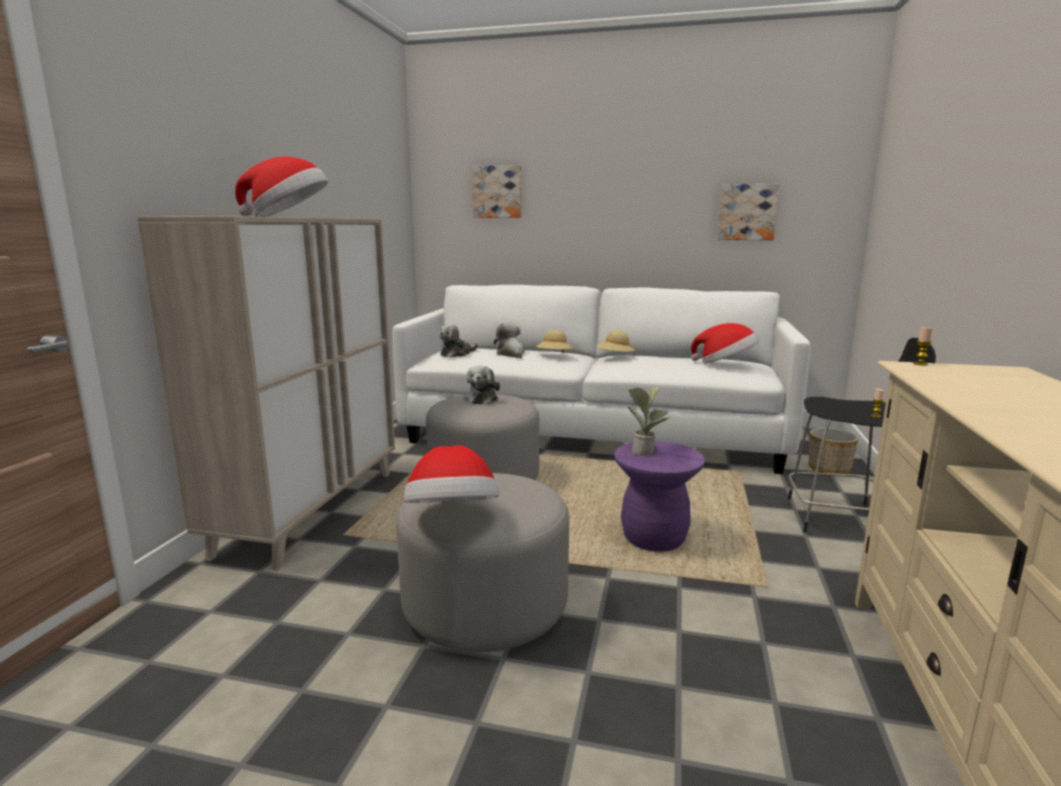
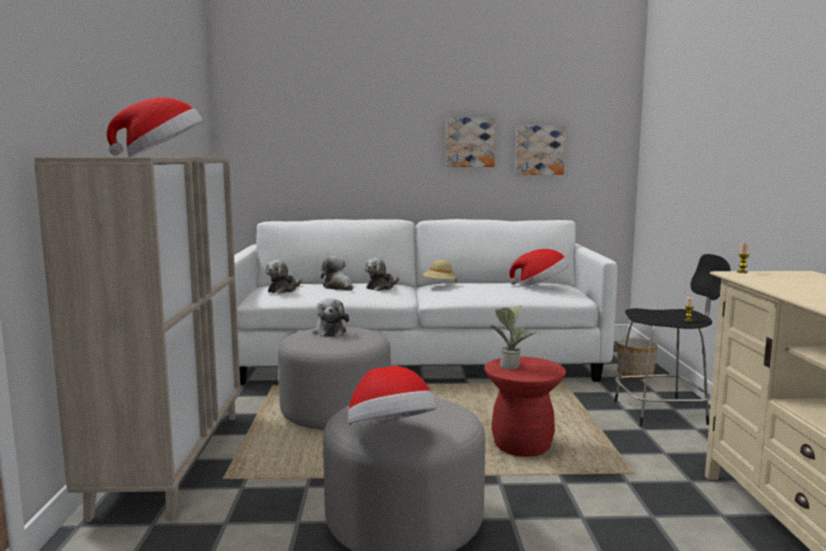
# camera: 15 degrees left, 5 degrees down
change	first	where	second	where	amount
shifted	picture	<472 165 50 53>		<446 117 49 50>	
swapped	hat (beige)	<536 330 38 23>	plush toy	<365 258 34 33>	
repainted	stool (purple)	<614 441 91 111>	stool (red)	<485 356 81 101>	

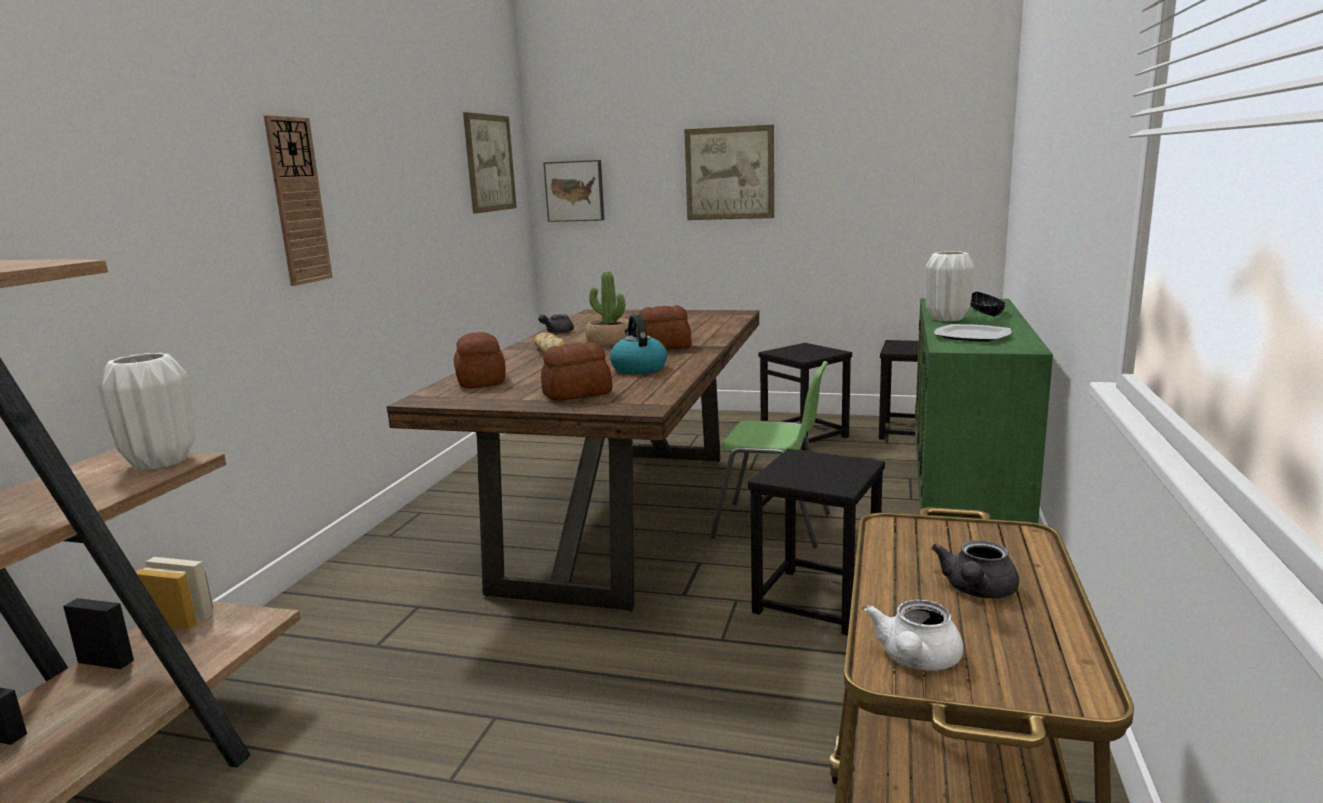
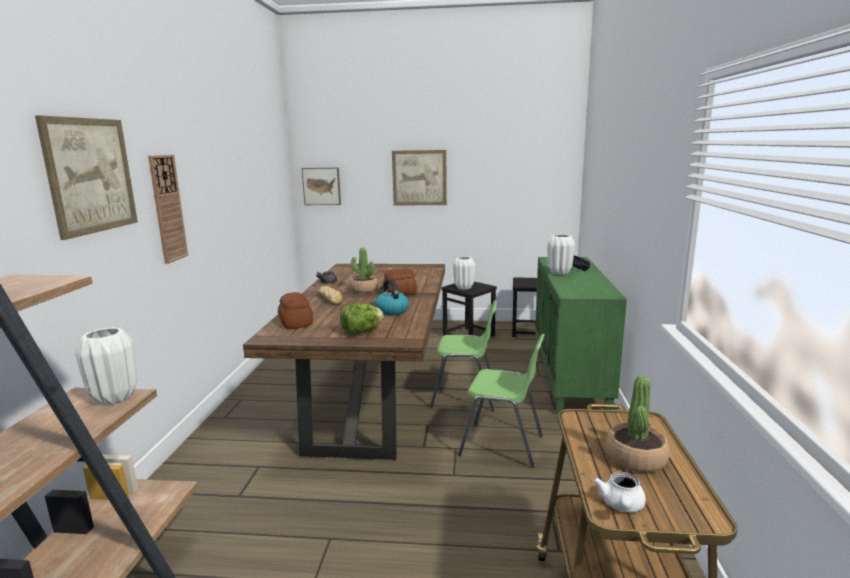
# camera: 10 degrees left, 0 degrees up
change	first	where	second	where	amount
gone	plate	<934 324 78 18>			
new			vase (white)	<453 257 22 33>	
shifted	picture	<463 112 54 102>		<35 115 103 125>	
swapped	bread	<541 342 72 59>	lettuce	<340 304 44 31>	
swapped	stool (black)	<748 449 137 186>	chair (green)	<458 334 87 134>	
swapped	teapot (grey)	<932 540 87 58>	potted plant	<606 376 64 97>	

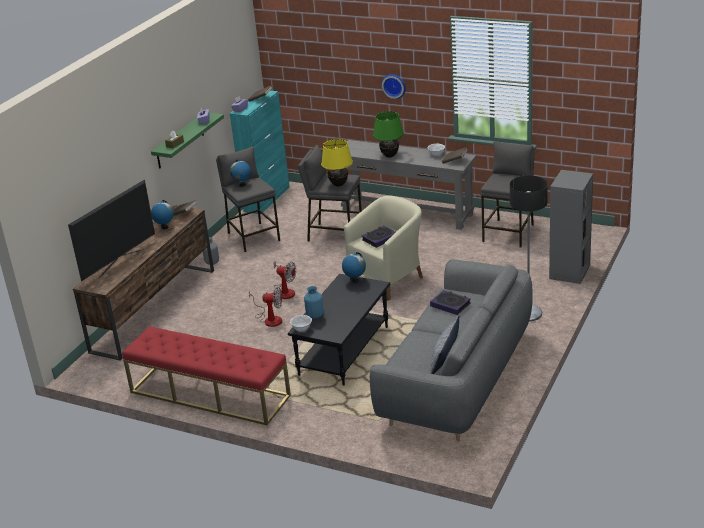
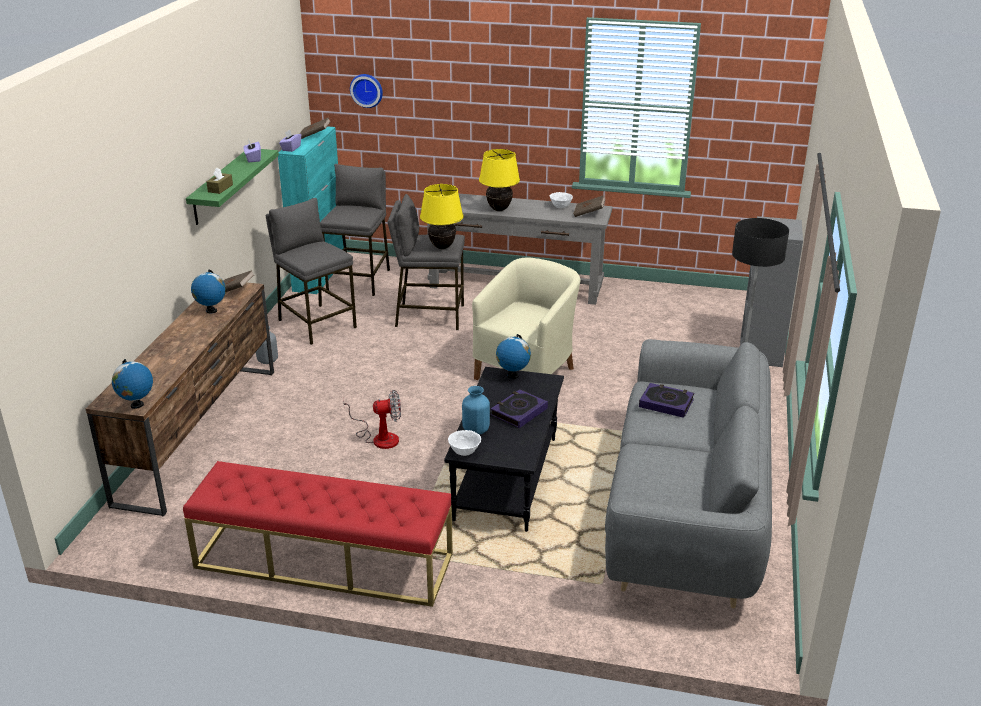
# camera: 15 degrees left, 0 degrees up
change	first	where	second	where	amount
gone	television	<68 179 87 103>			
gone	fan	<273 262 23 37>			
gone	pillow	<430 315 29 59>			
shifted	globe	<230 159 21 28>		<112 359 41 50>	
shifted	book	<362 226 34 22>		<491 389 57 39>	
shifted	wall clock	<382 74 24 25>		<350 74 33 34>	
shifted	stool (grey)	<480 141 54 106>		<320 164 70 132>	
repainted	table lamp (green)	<373 111 31 47>	table lamp (yellow)	<479 149 41 62>	

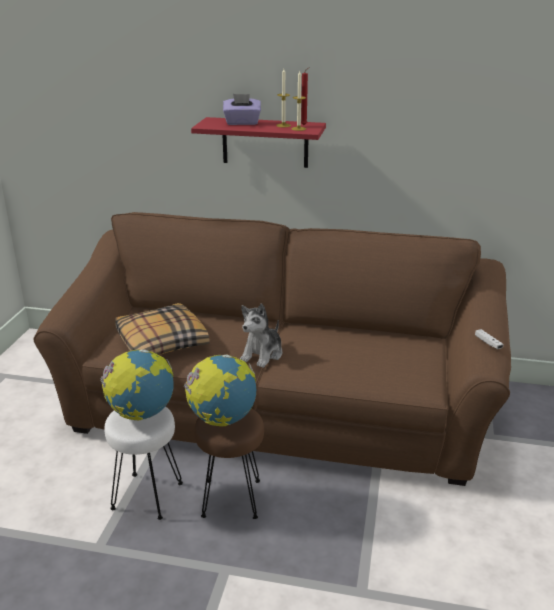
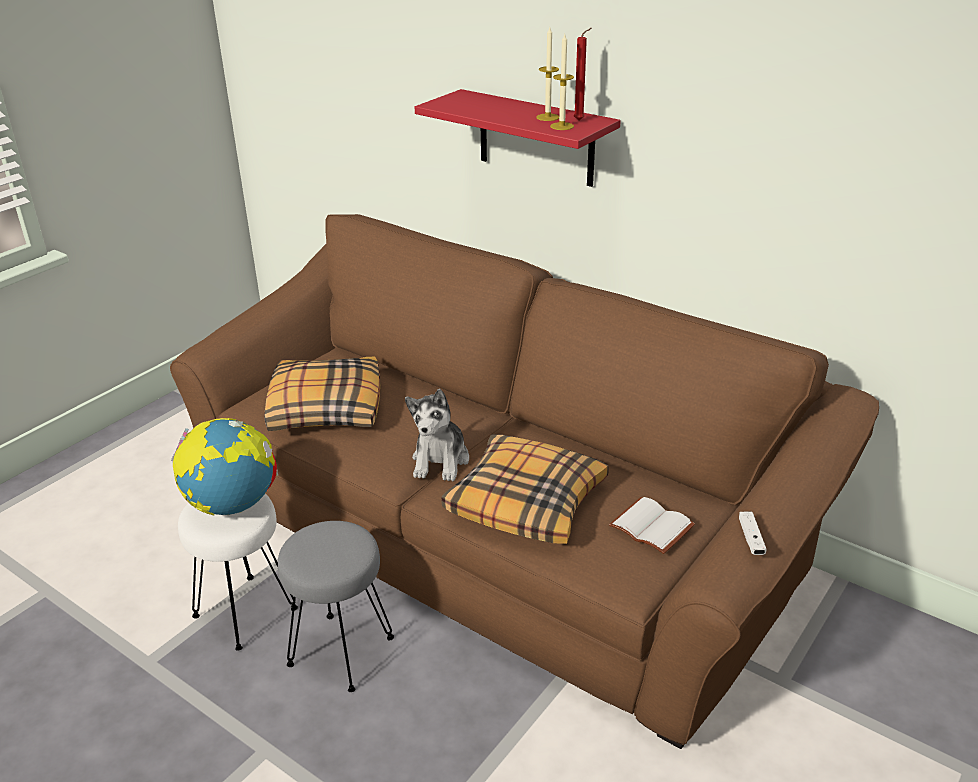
# camera: 25 degrees right, 5 degrees up
change	first	where	second	where	amount
gone	globe	<184 354 72 73>			
gone	tissue box (purple)	<223 94 38 31>			
new			pillow	<441 435 168 109>	
new			book (white)	<609 497 86 57>	
repainted	stool (brown)	<194 408 70 111>	stool (grey)	<278 521 116 171>	
rotated	plush toy	<240 303 42 65>		<405 389 64 92>	45 degrees counterclockwise

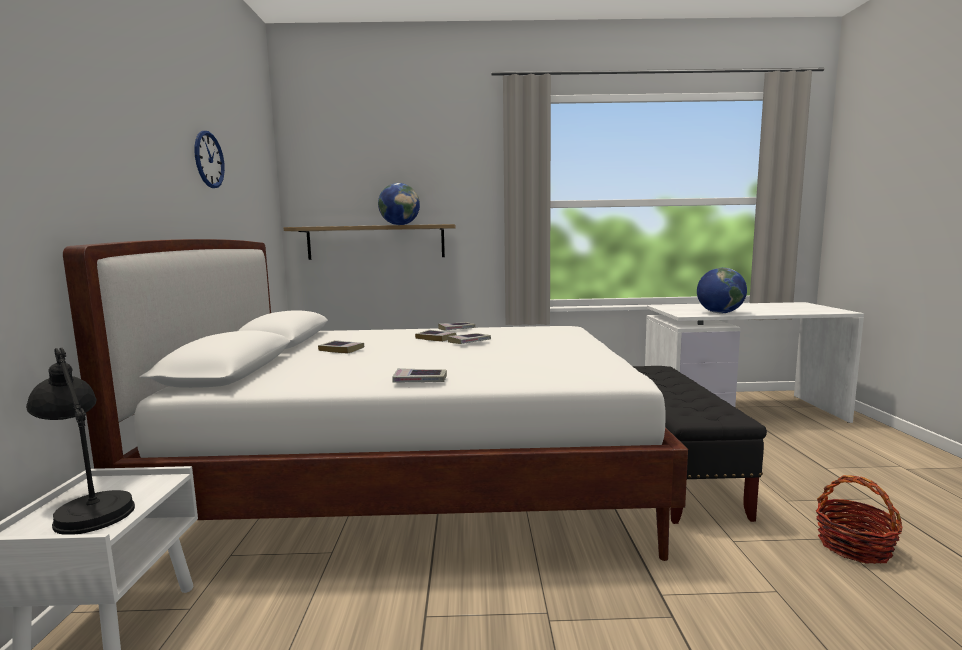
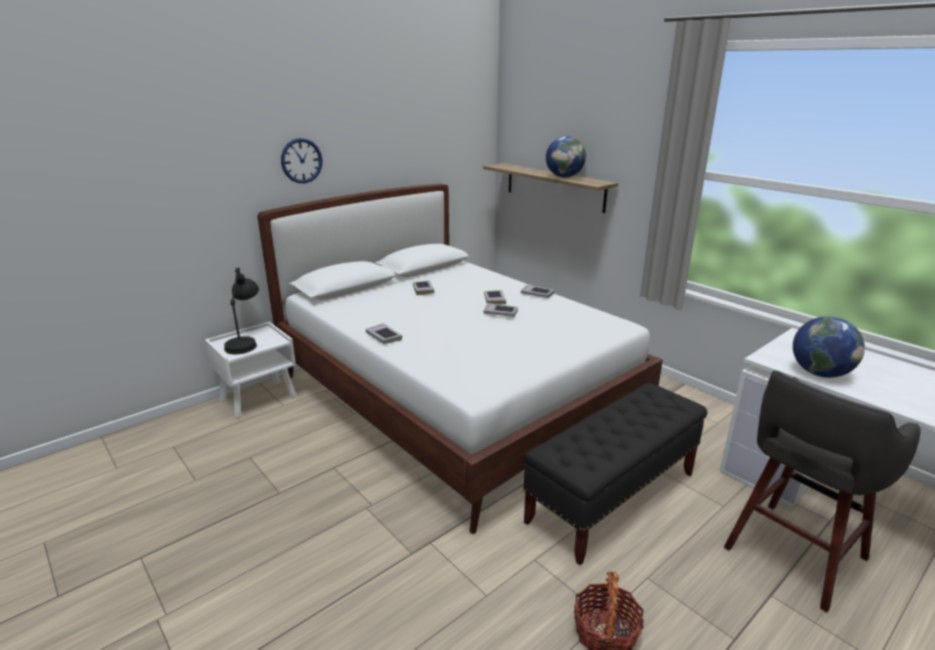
# camera: 50 degrees right, 15 degrees up
change	first	where	second	where	amount
new			stool (grey)	<724 371 197 242>	
shifted	wall clock	<194 131 31 57>		<281 138 41 45>	

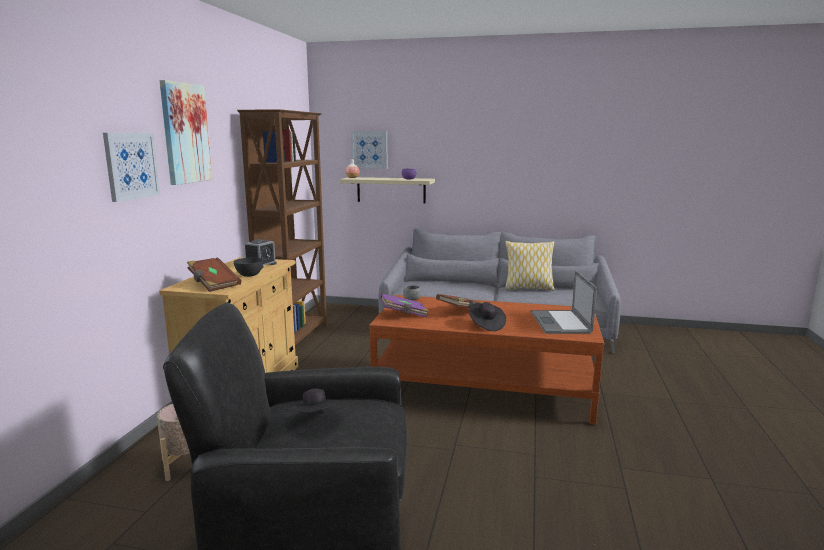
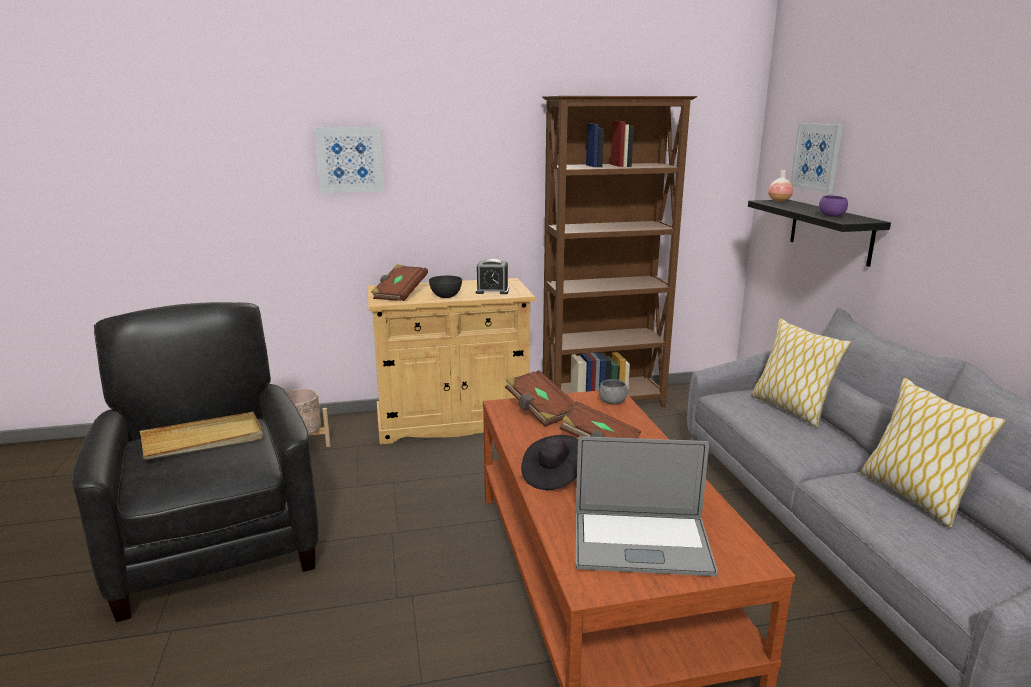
# camera: 65 degrees right, 5 degrees up
change	first	where	second	where	amount
gone	picture	<159 80 53 105>			
new			pillow	<751 318 100 109>	
swapped	hat (black)	<284 389 59 24>	tray (beige)	<140 412 123 48>	
repainted	shelf (beige)	<340 177 95 27>	shelf (black)	<748 199 143 68>	
repainted	book (purple)	<380 293 49 24>	book (brown)	<505 370 70 57>	
rotated	laptop	<531 270 66 64>		<576 436 142 140>	150 degrees counterclockwise

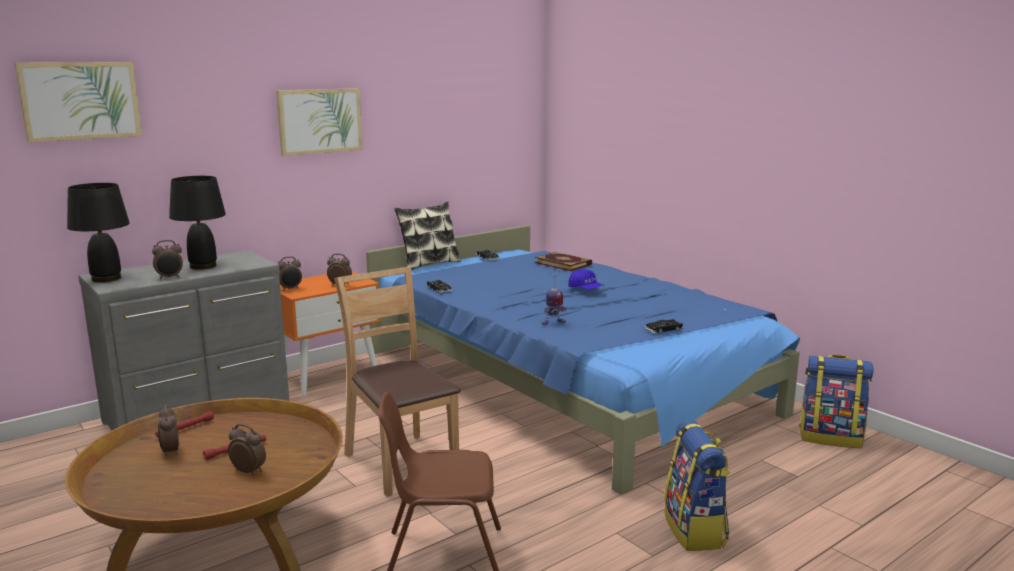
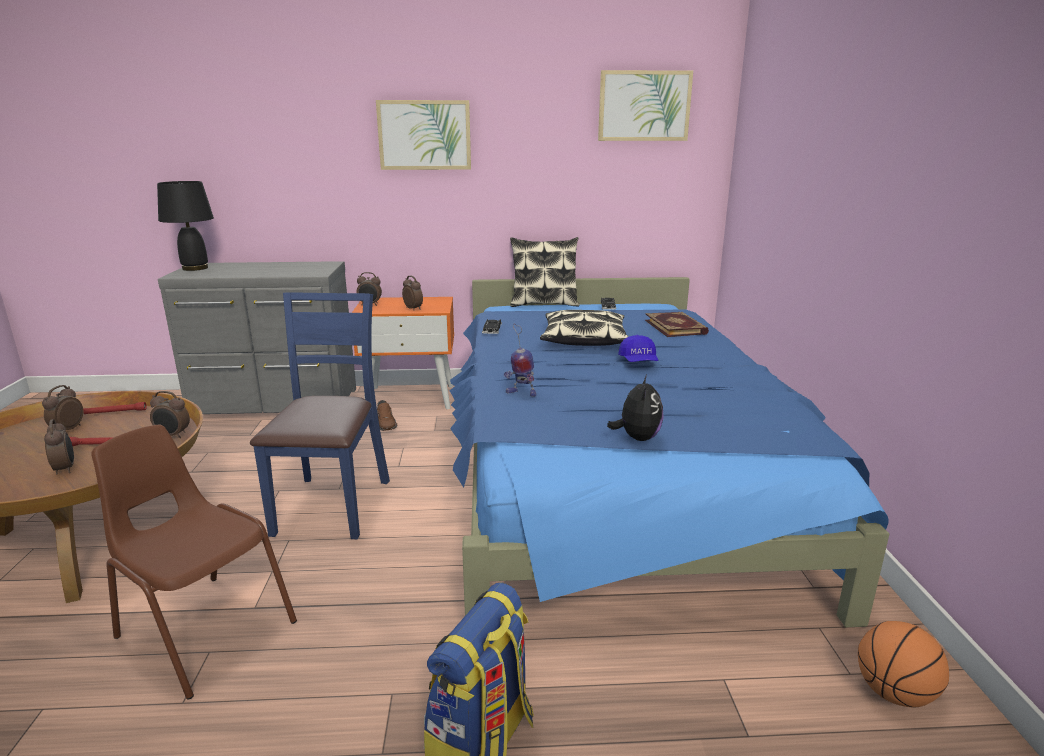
# camera: 35 degrees right, 5 degrees up
change	first	where	second	where	amount
gone	table lamp (black)	<169 176 57 94>			
new			shoe (brown)	<377 400 20 31>	
new			pillow	<540 310 88 36>	
shifted	picture	<15 62 127 80>		<598 70 95 71>	
shifted	alarm clock	<152 240 31 39>		<150 391 40 47>	
swapped	toy car (black)	<645 319 39 14>	plush toy	<607 375 57 66>	
swapped	backpack	<799 355 75 93>	basketball	<858 621 91 86>	
repainted	chair (brown)	<334 267 127 230>	chair (blue)	<250 292 140 247>	

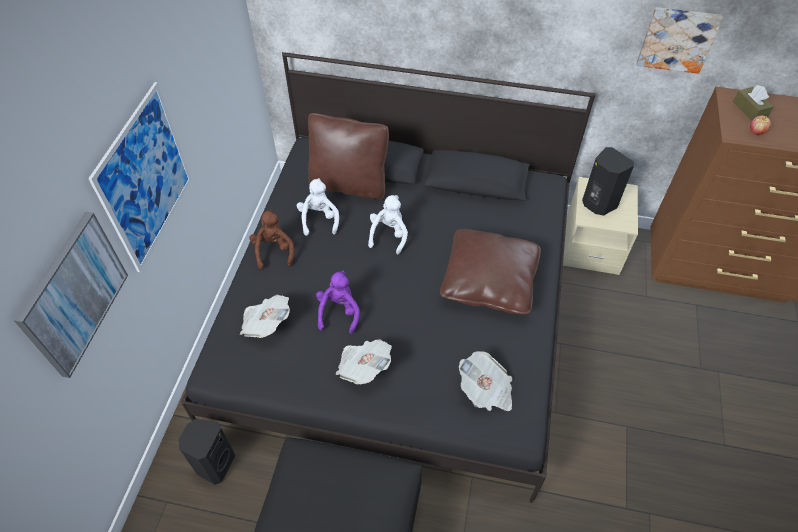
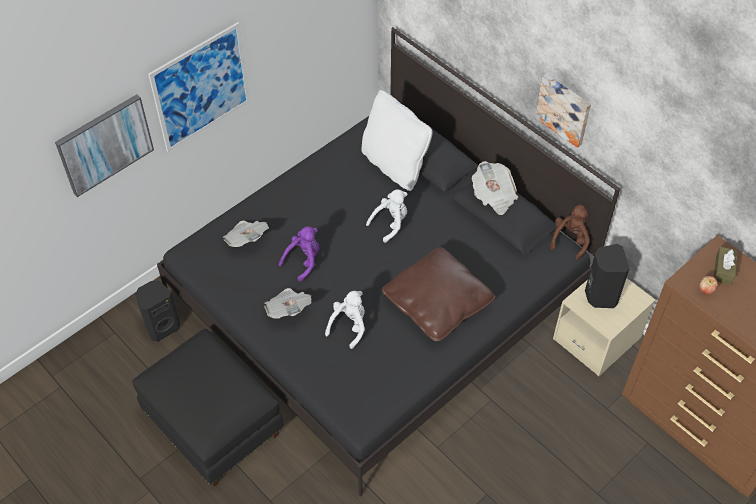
# camera: 35 degrees right, 0 degrees up
change	first	where	second	where	amount
shifted	plush toy (brown)	<249 210 45 59>		<550 205 40 55>	
shifted	plush toy (white)	<297 178 42 58>		<325 291 40 58>	
shifted	newspaper	<459 351 53 60>		<472 161 46 54>	
shifted	picture	<637 7 86 67>		<535 74 56 74>	
repainted	pillow (brown)	<308 113 81 86>	pillow (white)	<361 90 72 101>	

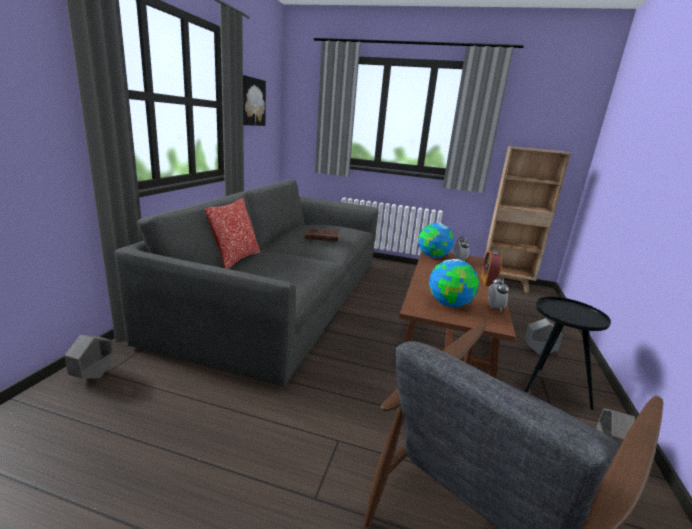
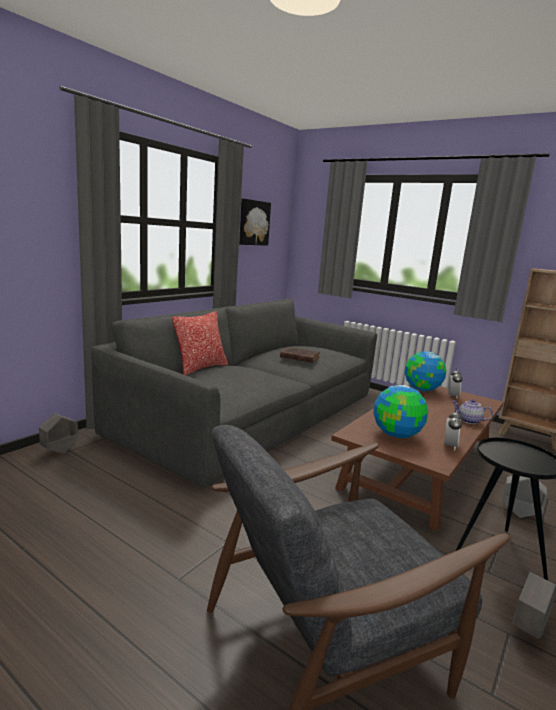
# camera: 20 degrees right, 5 degrees down
change	first	where	second	where	amount
swapped	alarm clock	<481 250 21 36>	teapot	<453 399 40 25>	

